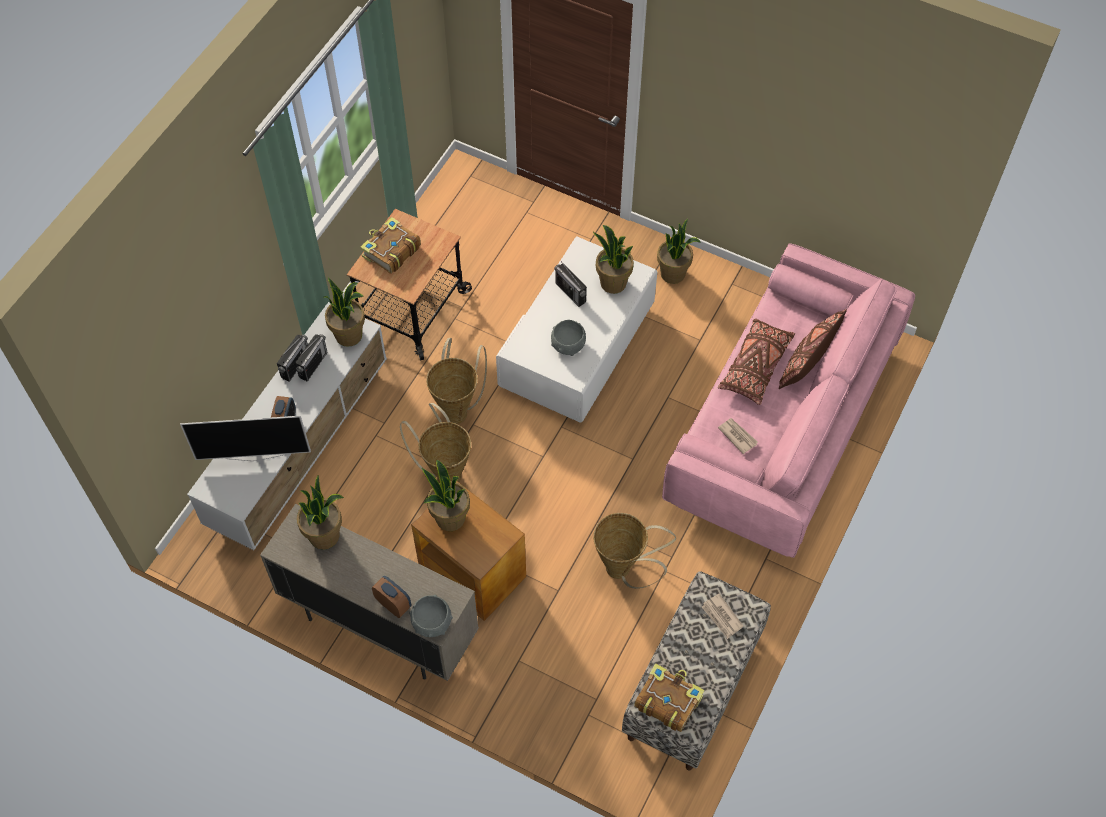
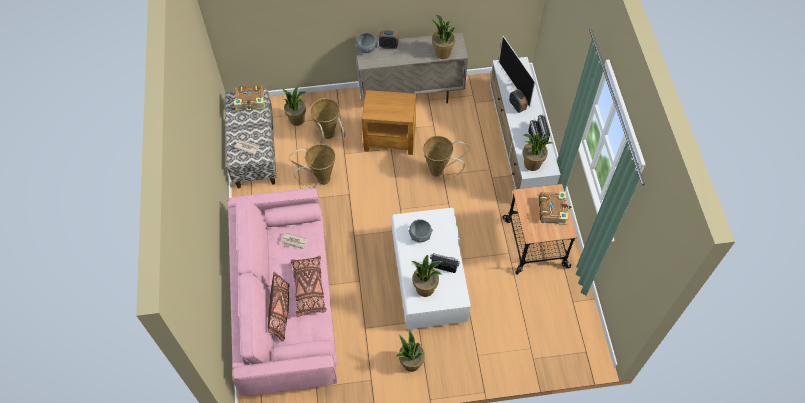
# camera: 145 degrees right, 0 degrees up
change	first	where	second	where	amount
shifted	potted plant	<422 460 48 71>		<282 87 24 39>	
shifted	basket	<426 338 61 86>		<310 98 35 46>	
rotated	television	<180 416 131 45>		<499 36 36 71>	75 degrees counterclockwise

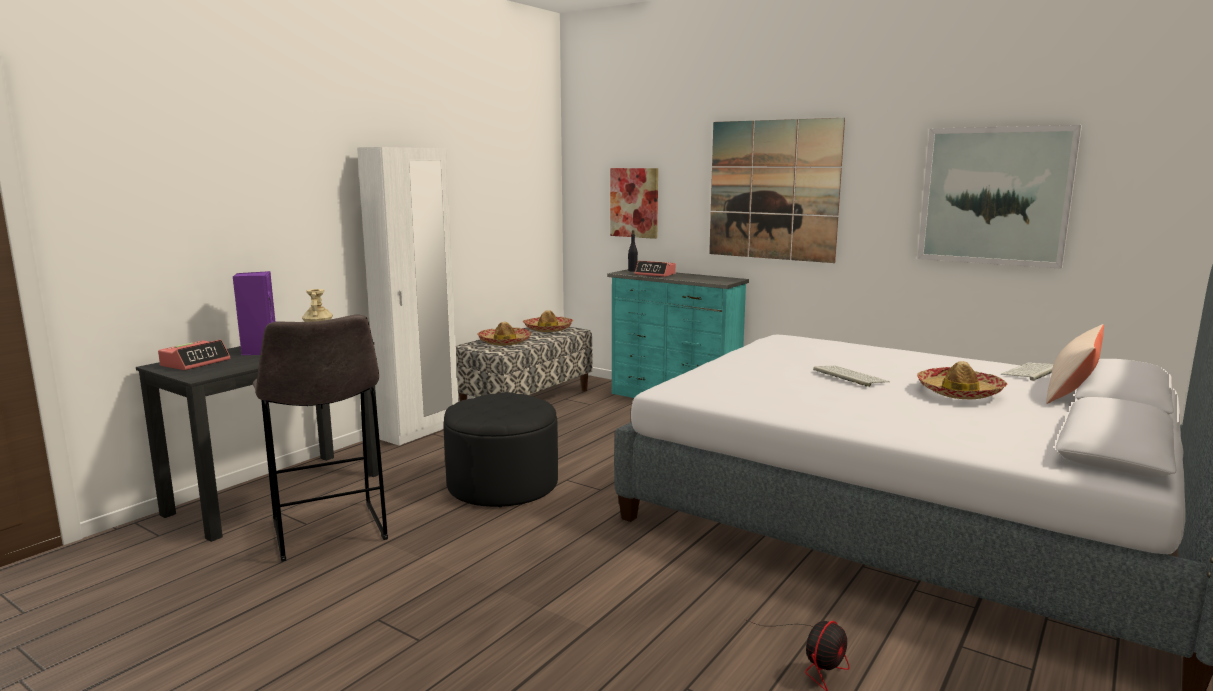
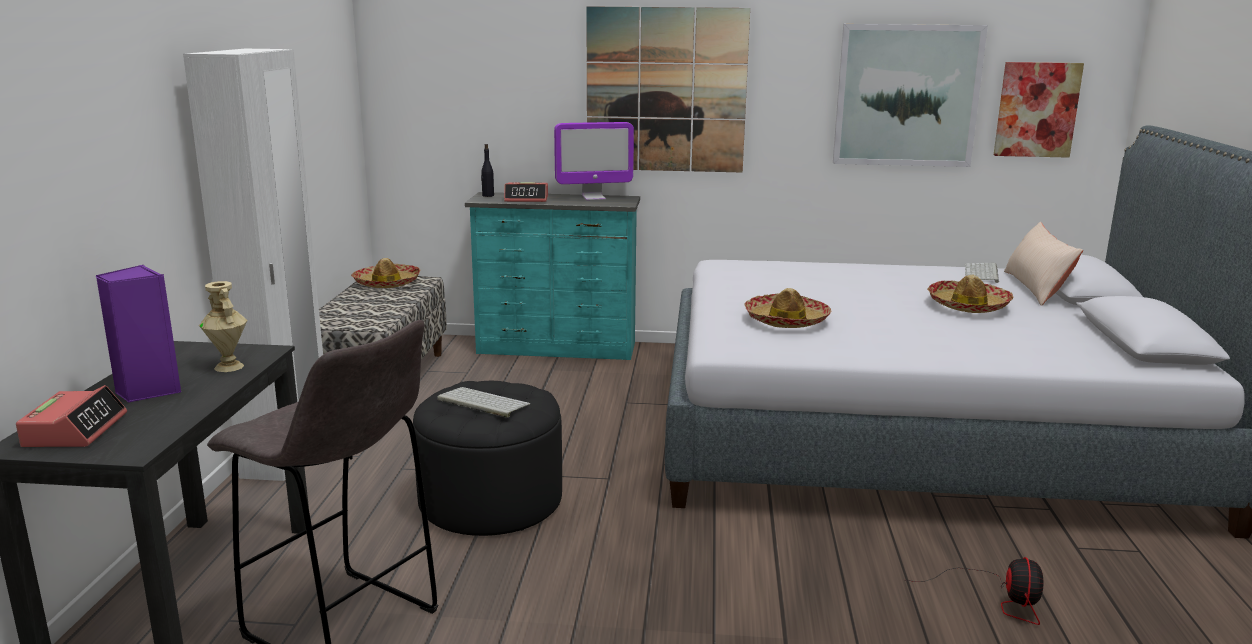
# camera: 30 degrees left, 5 degrees up
change	first	where	second	where	amount
new			monitor	<554 122 80 78>	
shifted	hat	<477 322 54 24>		<744 288 87 40>	
shifted	picture	<610 168 48 71>		<994 62 90 96>	
shifted	keyboard	<813 366 77 21>		<437 387 93 31>	

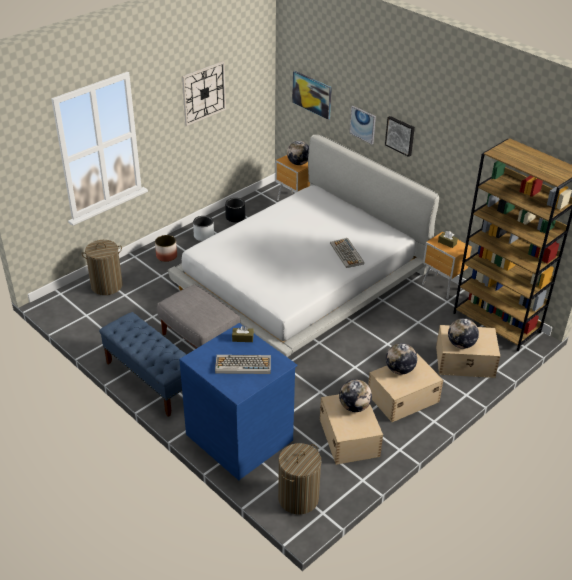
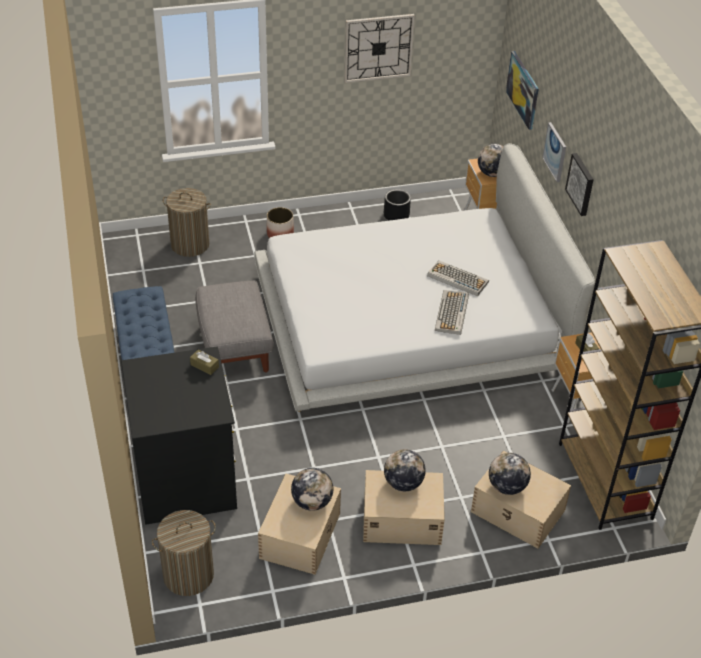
# camera: 30 degrees right, 5 degrees up
change	first	where	second	where	amount
gone	planter (grey)	<193 216 21 25>			
shifted	keyboard	<215 355 56 19>		<427 261 62 35>	
repainted	dresser (blue)	<179 323 119 157>	dresser (black)	<121 346 116 179>	

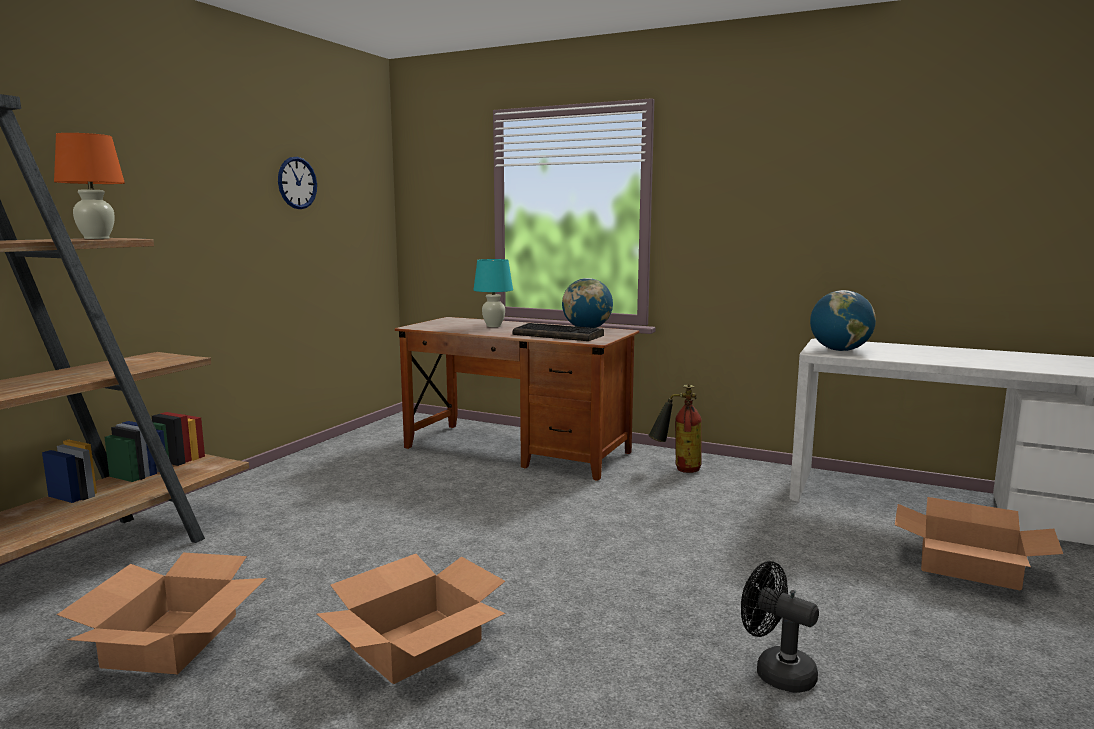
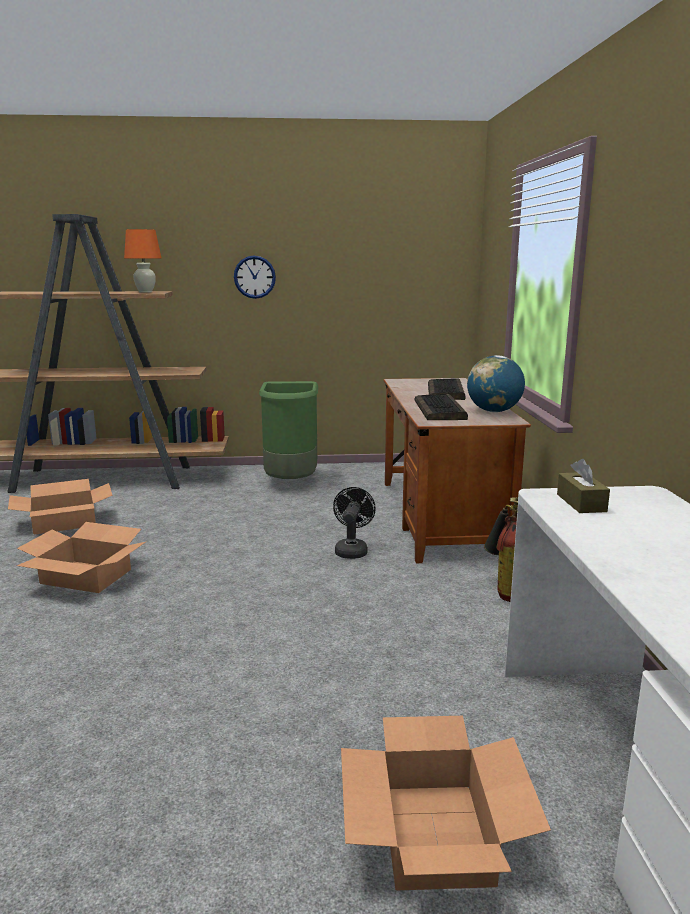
# camera: 60 degrees right, 5 degrees up
change	first	where	second	where	amount
new			trash can (green)	<259 381 59 98>	
shifted	wall clock	<278 157 39 52>		<234 256 42 43>	
shifted	fan (black)	<741 561 78 132>		<333 487 43 72>	
swapped	table lamp (turquoise)	<473 259 40 68>	keyboard	<428 378 37 22>	
swapped	globe	<810 290 66 61>	tissue box (brown)	<557 459 53 54>	

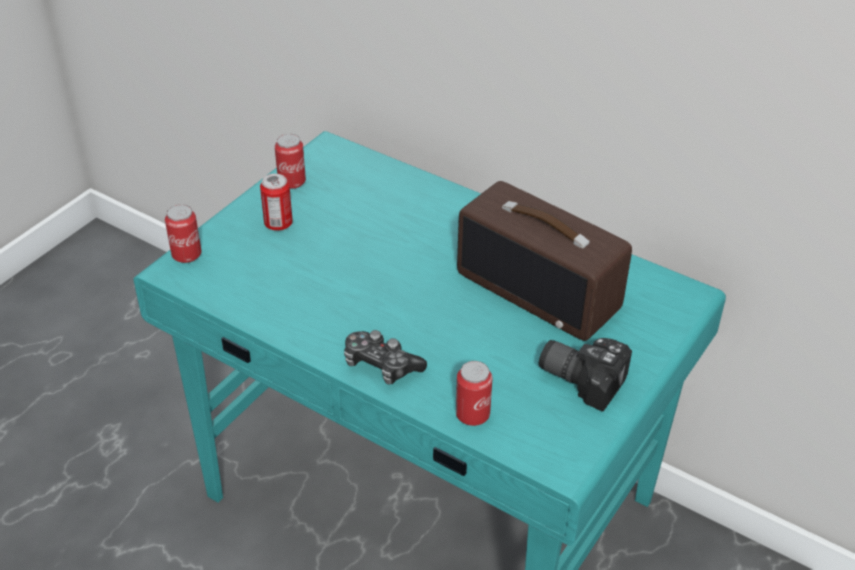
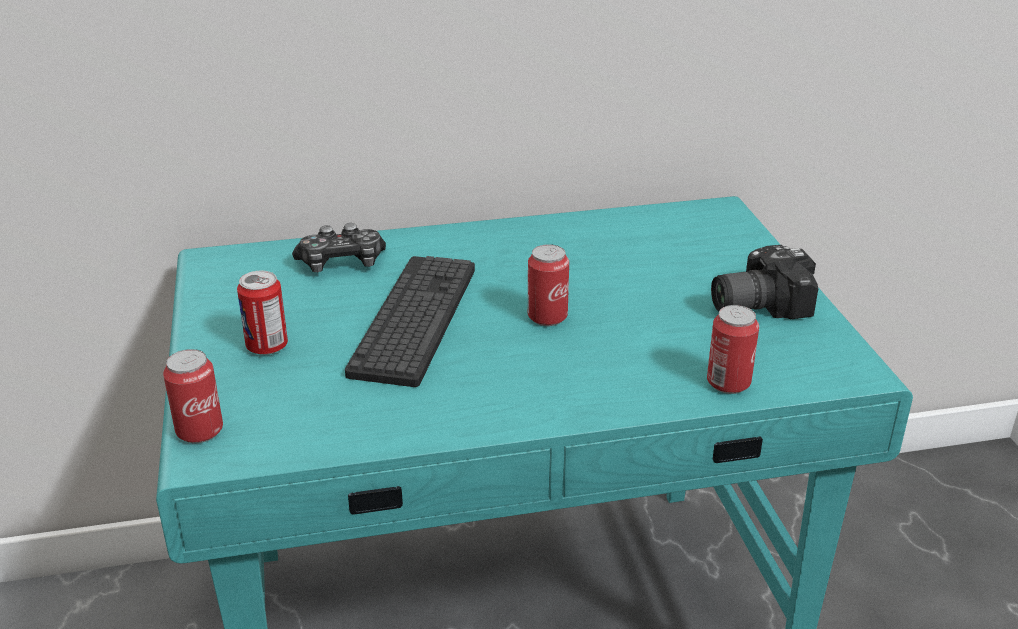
# camera: 45 degrees left, 10 degrees down
change	first	where	second	where	amount
gone	radio	<457 181 175 160>			
new			keyboard	<345 256 130 131>	
shifted	can	<275 134 31 55>		<528 244 41 82>	
shifted	game controller	<344 330 83 55>		<292 223 94 49>	

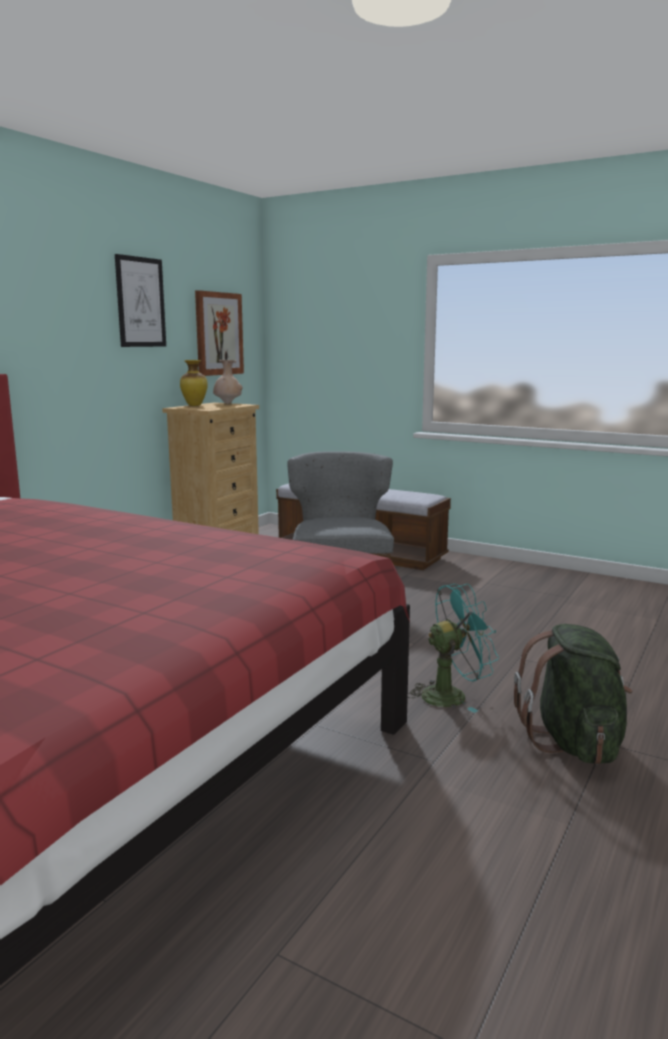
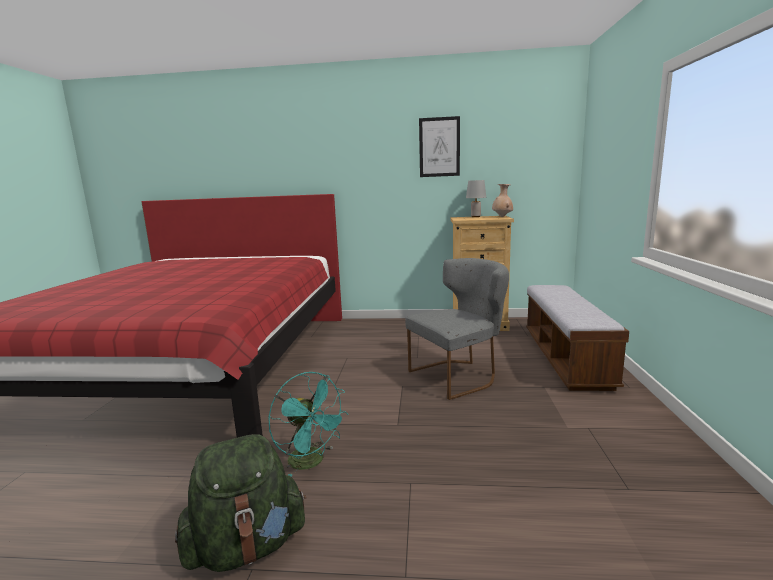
# camera: 65 degrees right, 0 degrees up
change	first	where	second	where	amount
gone	picture	<195 290 49 86>			
swapped	vase	<180 360 28 46>	table lamp (grey)	<466 180 20 37>	

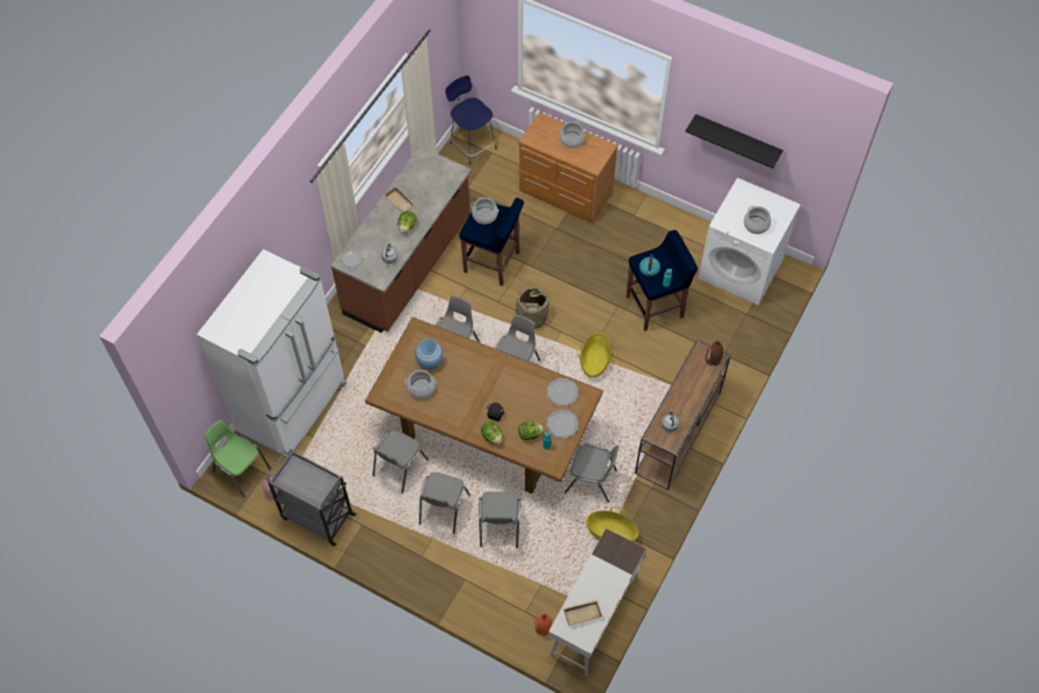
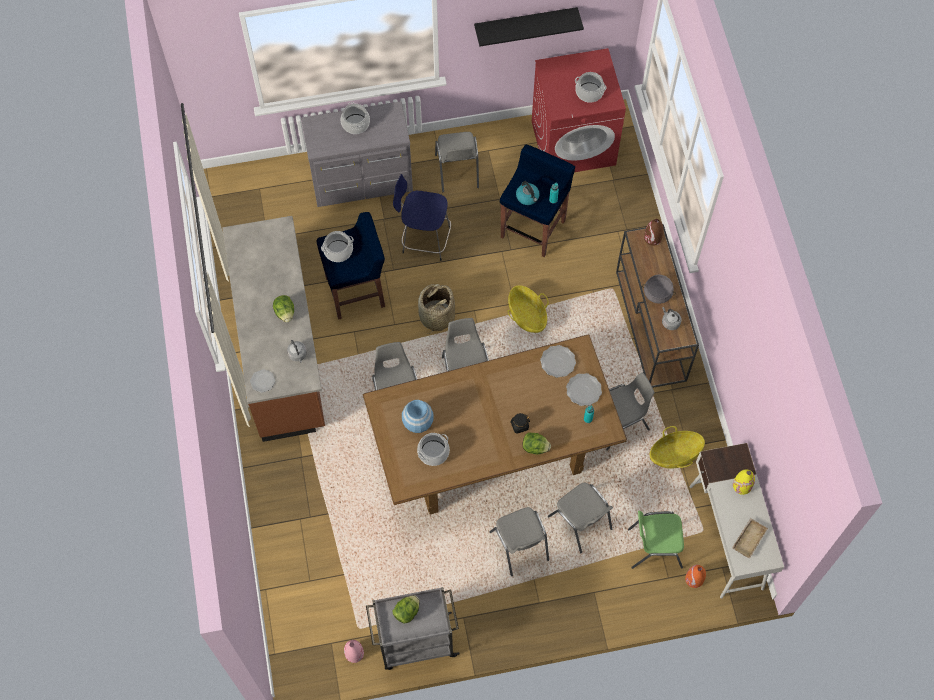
# camera: 40 degrees left, 5 degrees up
change	first	where	second	where	amount
gone	fridge (white)	<197 249 150 209>			
gone	tray (beige)	<384 186 32 27>			
new			cooking pot (grey)	<642 275 34 29>	
new			vase (yellow)	<733 469 22 26>	
shifted	chair (green)	<204 420 67 78>		<628 511 56 58>	
shifted	chair (grey)	<372 429 57 65>		<435 132 44 60>	
shifted	stool (blue)	<445 75 52 90>		<393 174 58 87>	
shifted	lettuce	<518 421 26 19>		<393 595 27 28>	
repainted	dresser (brown)	<519 112 99 112>	dresser (grey)	<301 101 112 106>	
repainted	washing machine (white)	<698 178 103 127>	washing machine (red)	<532 48 94 124>	

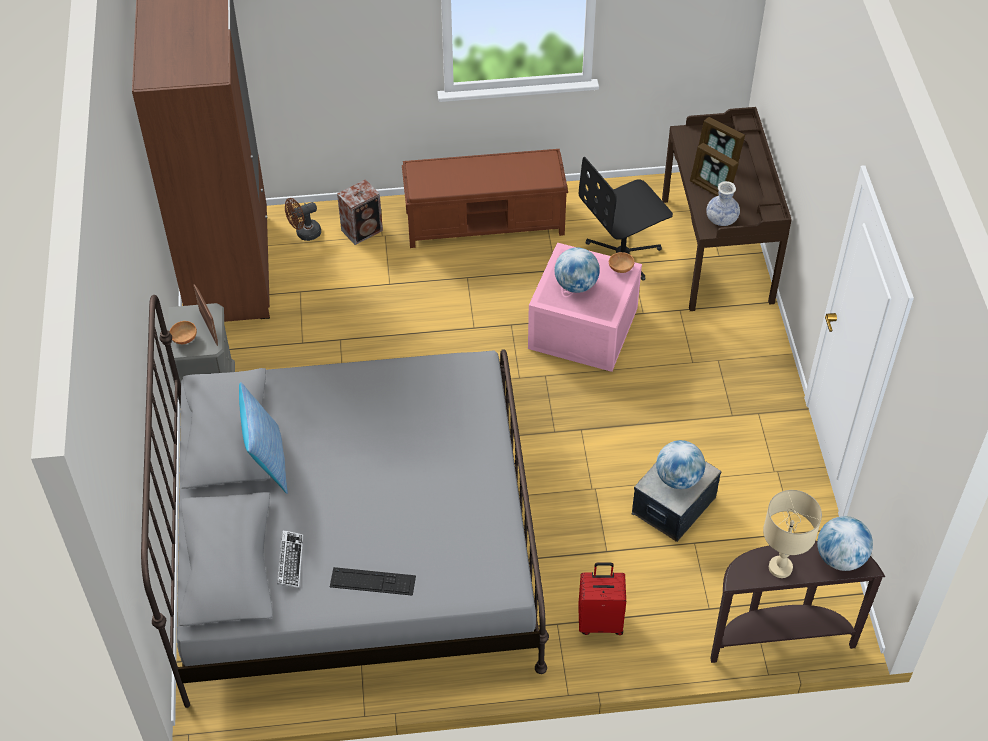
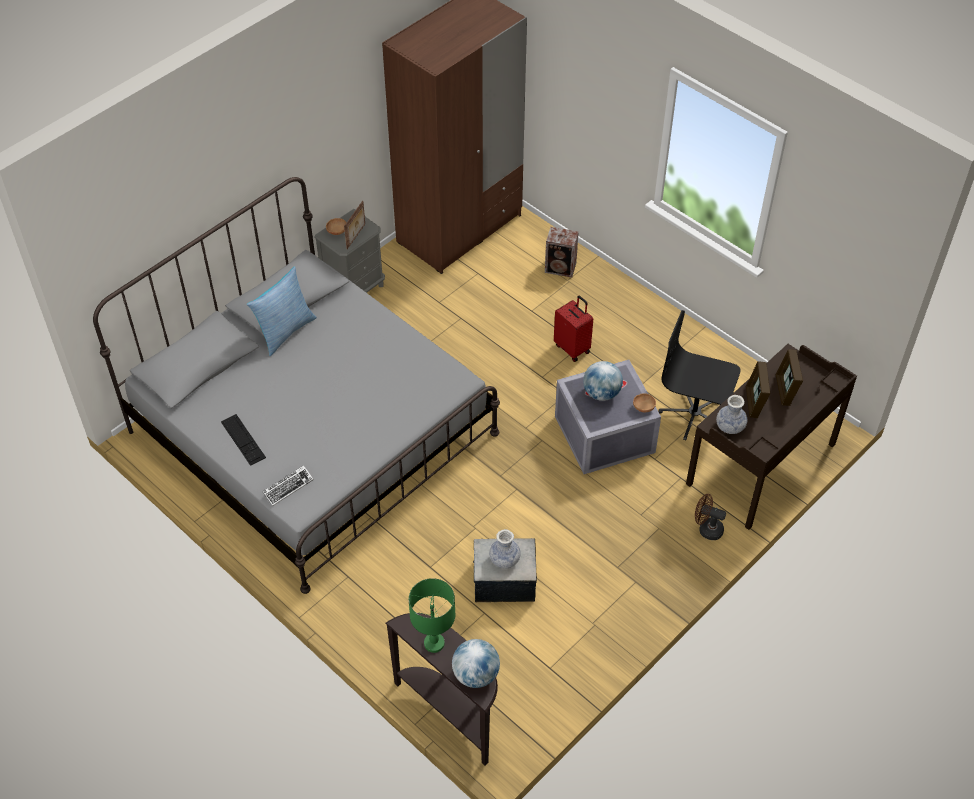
# camera: 50 degrees right, 0 degrees up
change	first	where	second	where	amount
gone	bench (brown)	<402 149 166 99>			
shifted	keyboard	<277 530 26 58>		<262 465 52 41>	
shifted	fan (brown)	<285 198 36 43>		<695 494 31 46>	
shifted	suitcase (red)	<578 562 48 73>		<554 296 39 66>	
swapped	globe	<656 440 49 49>	vase	<489 529 32 40>	
repainted	storage box (pink)	<528 243 114 129>	storage box (grey)	<555 360 106 114>	
repainted	table lamp (beige)	<763 490 59 88>	table lamp (green)	<409 578 46 75>	

